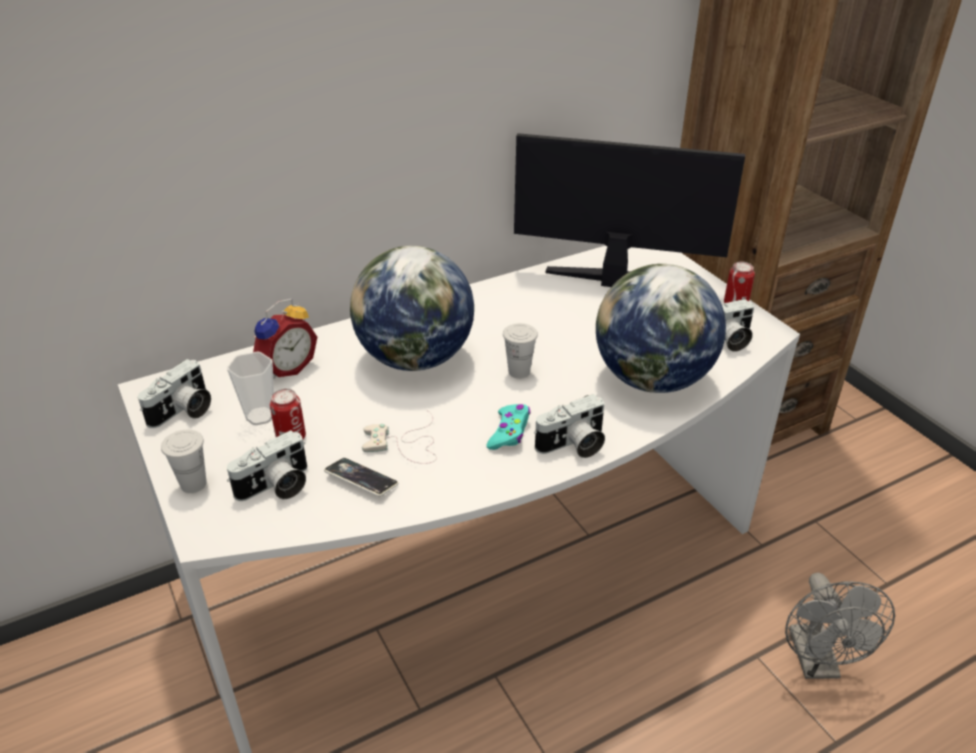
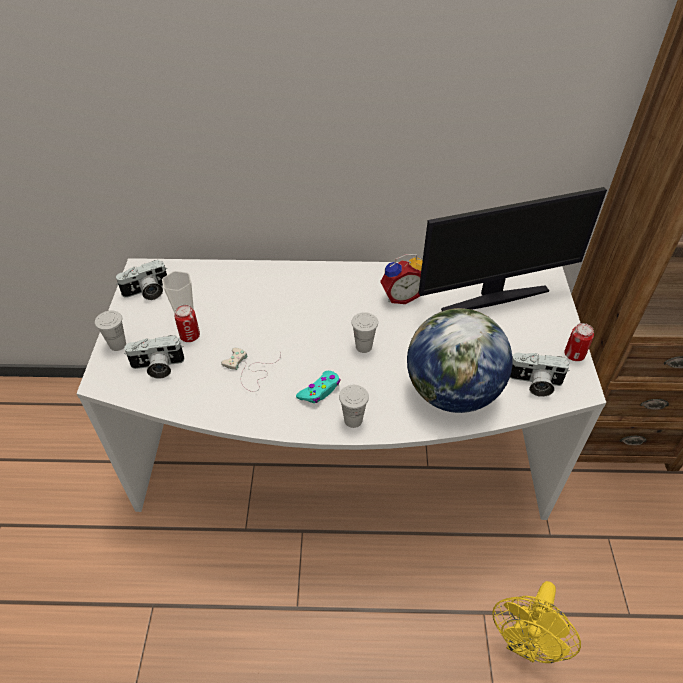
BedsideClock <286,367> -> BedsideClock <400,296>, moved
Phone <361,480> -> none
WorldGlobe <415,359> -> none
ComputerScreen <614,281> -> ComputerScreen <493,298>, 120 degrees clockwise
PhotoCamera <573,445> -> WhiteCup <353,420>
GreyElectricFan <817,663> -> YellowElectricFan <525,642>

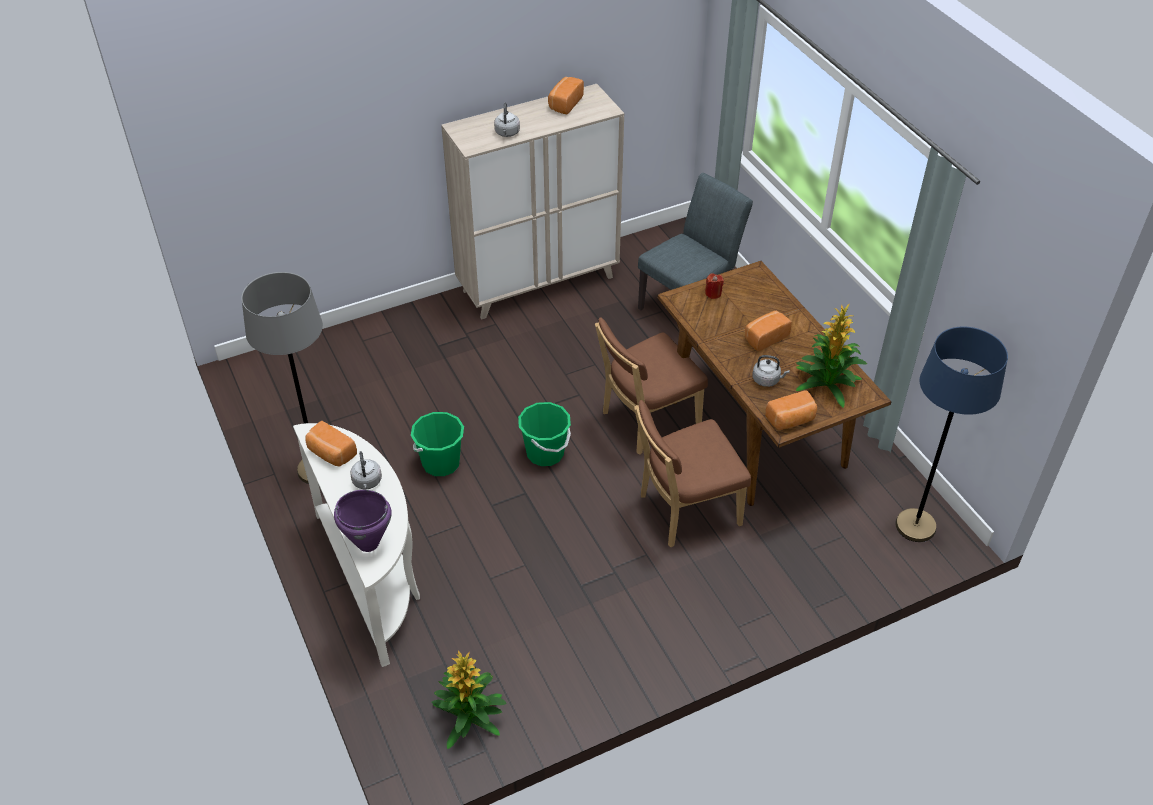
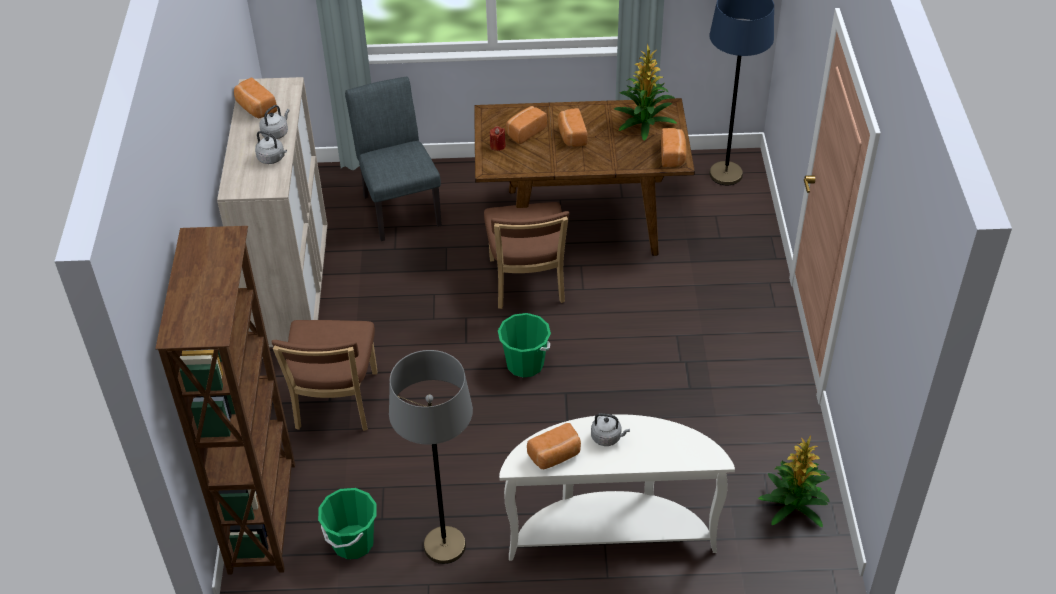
PurpleStockpot <368,543> -> none
GreenColouredWaterBucket <441,463> -> GreenColouredWaterBucket <352,542>, moved
BrownUprightChair <685,511> -> BrownUprightChair <335,404>, moved
GreyWaterKettle <767,380> -> GreyWaterKettle <276,133>, moved
none -> BrownShelvingUnit <264,516>
none -> BakeryBread <525,132>

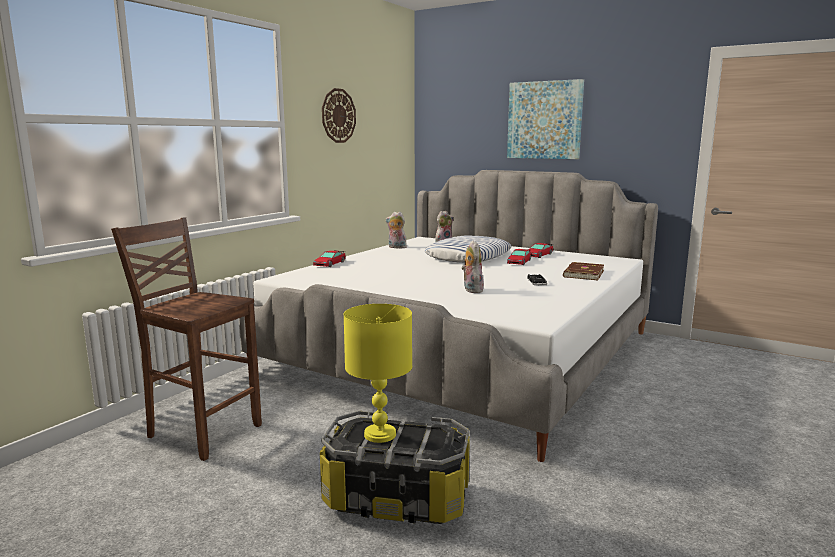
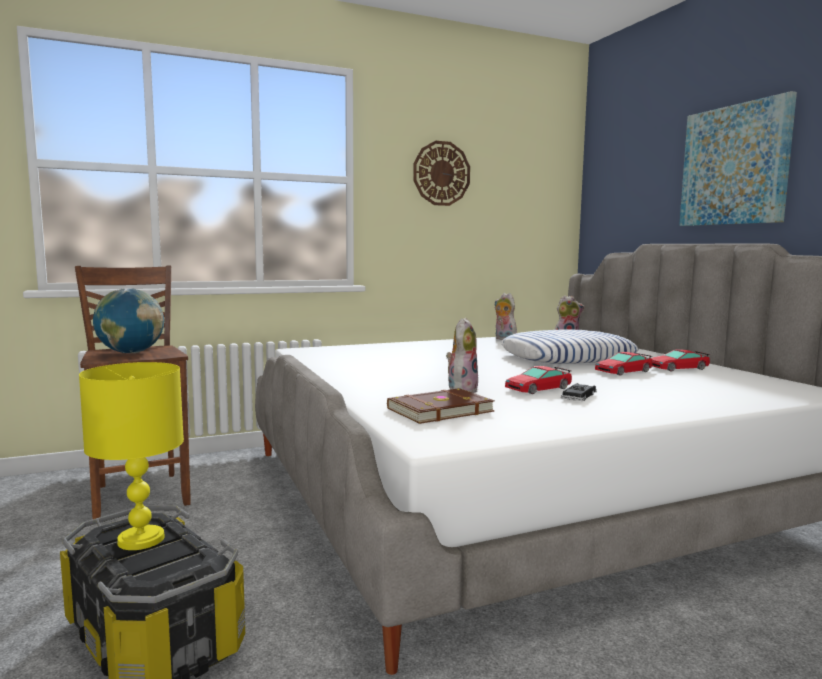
MiniatureCar <329,264> -> MiniatureCar <538,388>, moved
BrownBoundBook <582,274> -> BrownBoundBook <438,410>, moved
none -> WorldGlobe <131,353>

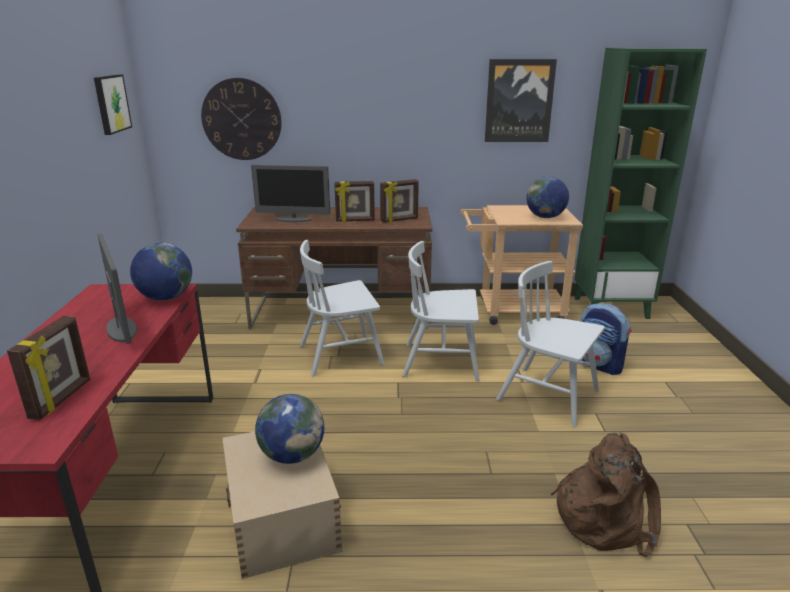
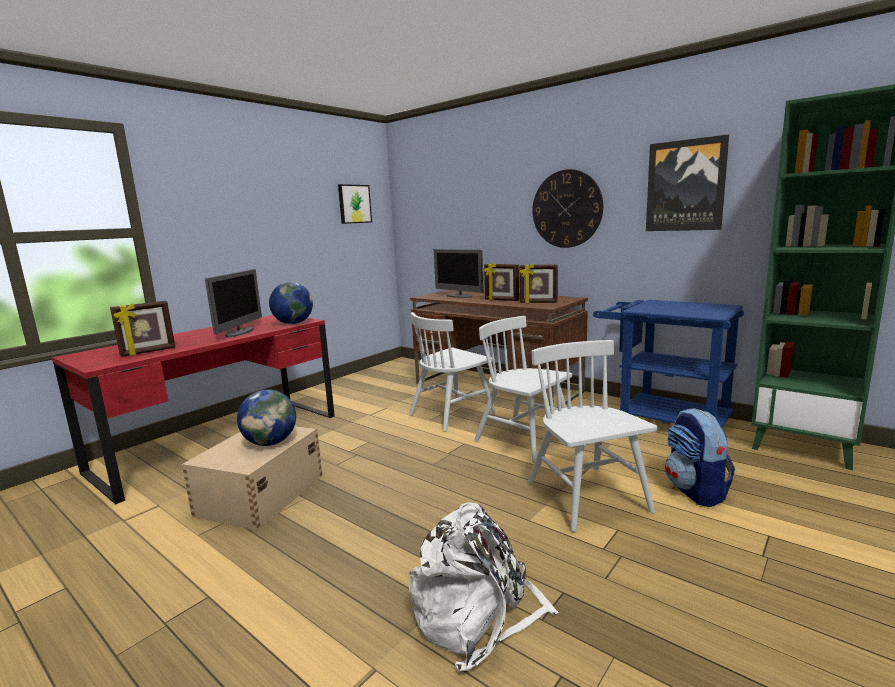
WallClock <241,119> -> WallClock <566,209>, moved
WhiteUprightChair <341,354> -> WhiteUprightChair <452,414>, 60 degrees counterclockwise
BeigeCart <512,311> -> BluishCart <662,420>
WorldGlobe <545,217> -> none
BrownRucksack <604,517> -> WhiteRucksack <477,616>

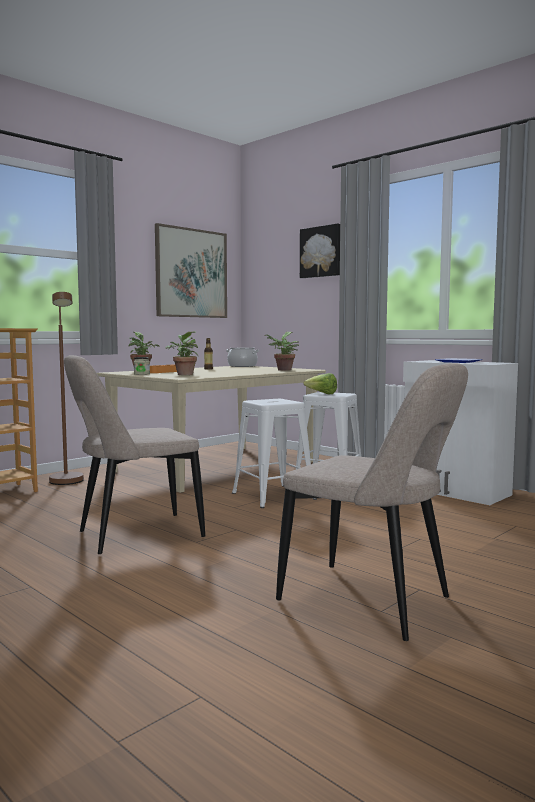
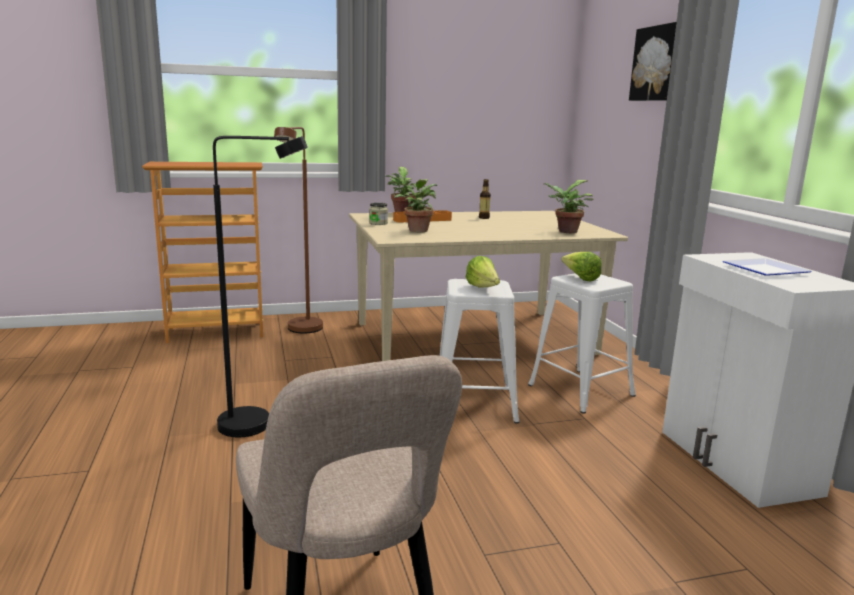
BeigeUprightChair <134,535> -> BlackFloorLamp <258,425>
WallArt <191,273> -> none
Stockpot <242,366> -> none
none -> Lettuce <483,289>

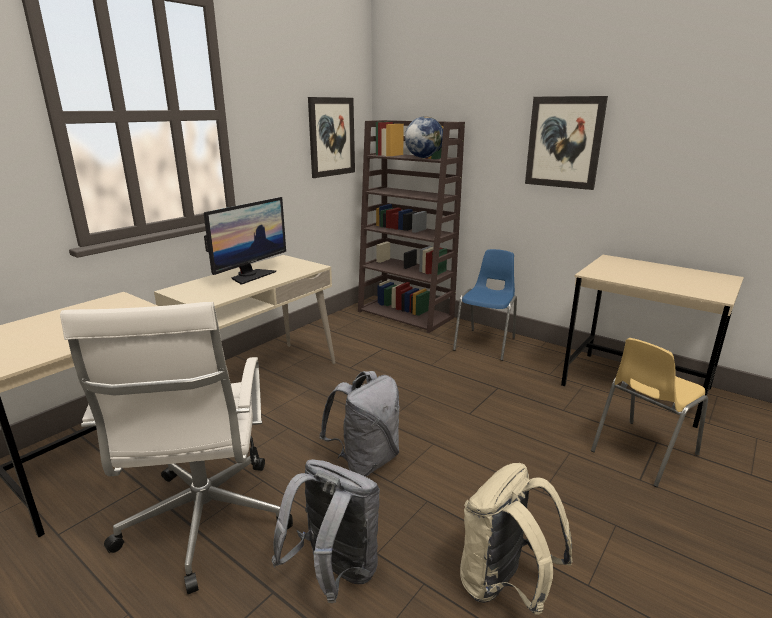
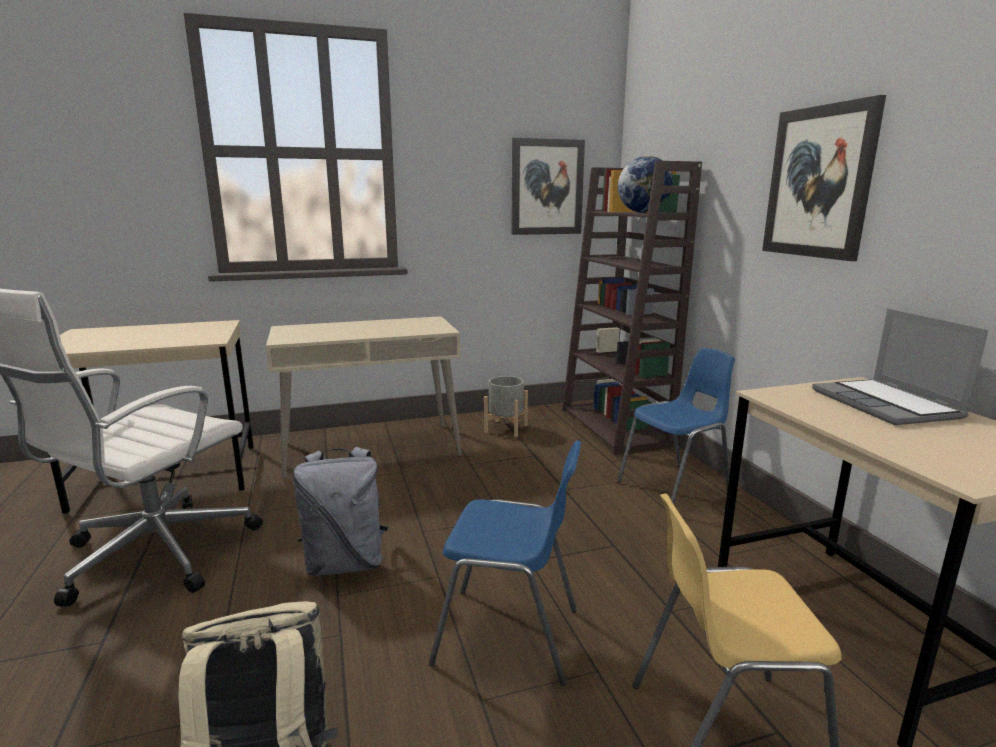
ComputerScreen <250,276> -> none
GreyRucksack <334,574> -> none
none -> BluishUprightChair <509,636>
none -> GreyFlowerPot <505,428>
none -> PortableComputer <887,404>

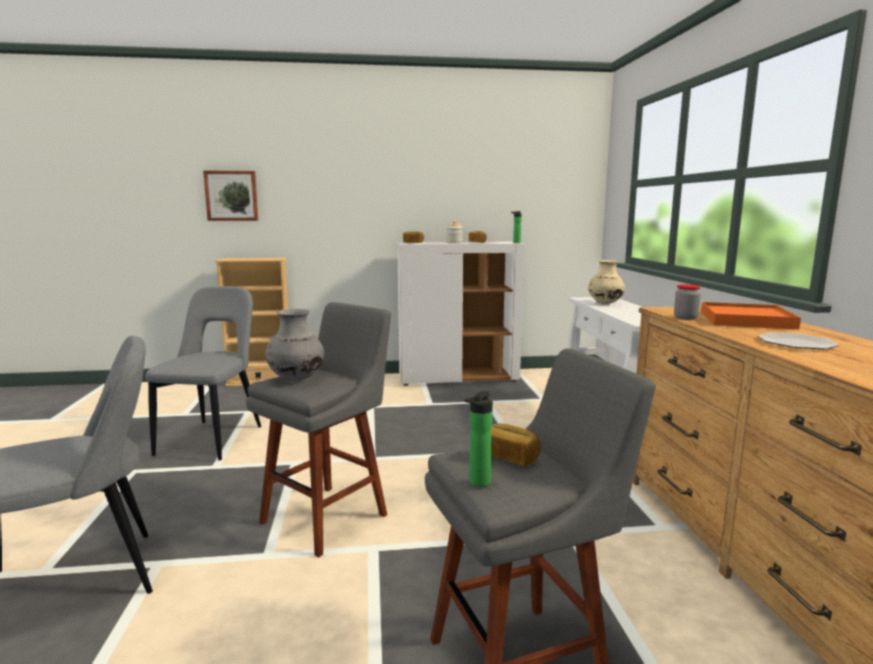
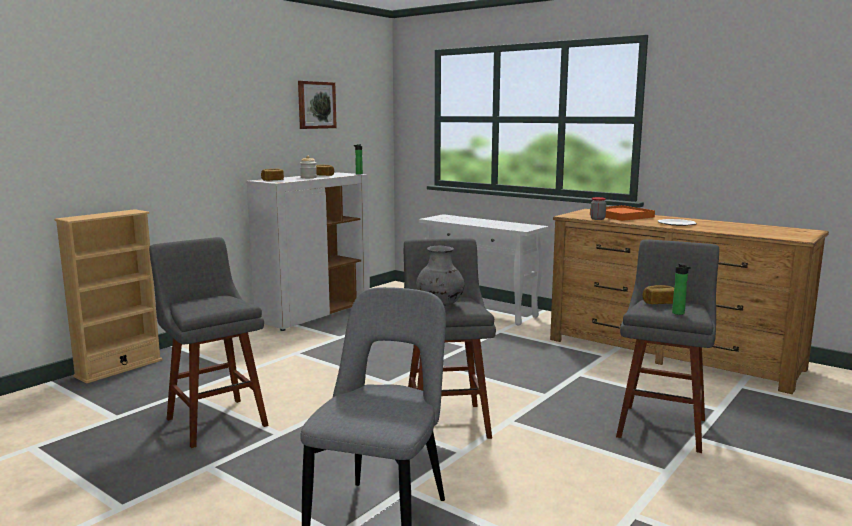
GreyUprightChair <214,438> -> GreyStoolSeat <215,420>
WallArt <232,196> -> WallArt <316,105>, moved
BeigeFlowerVase <605,303> -> none

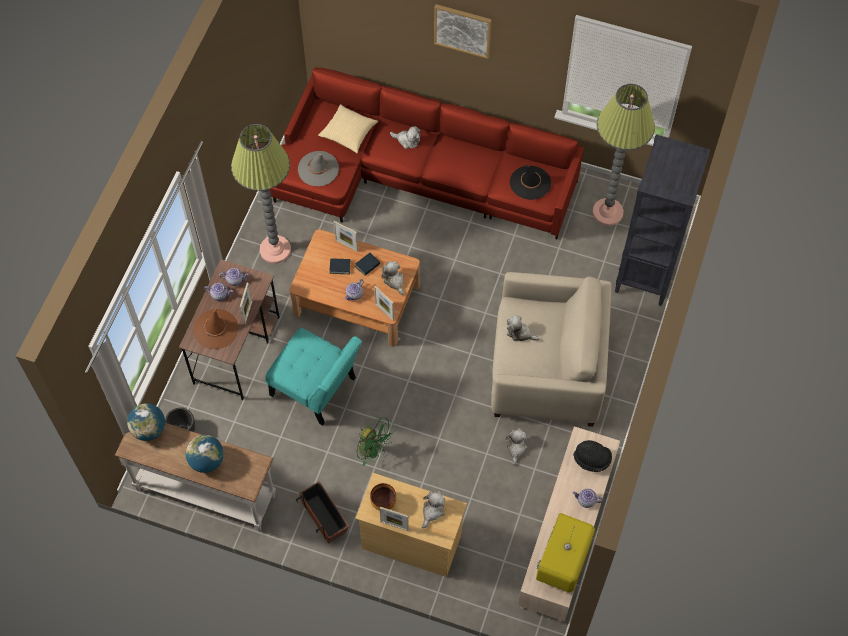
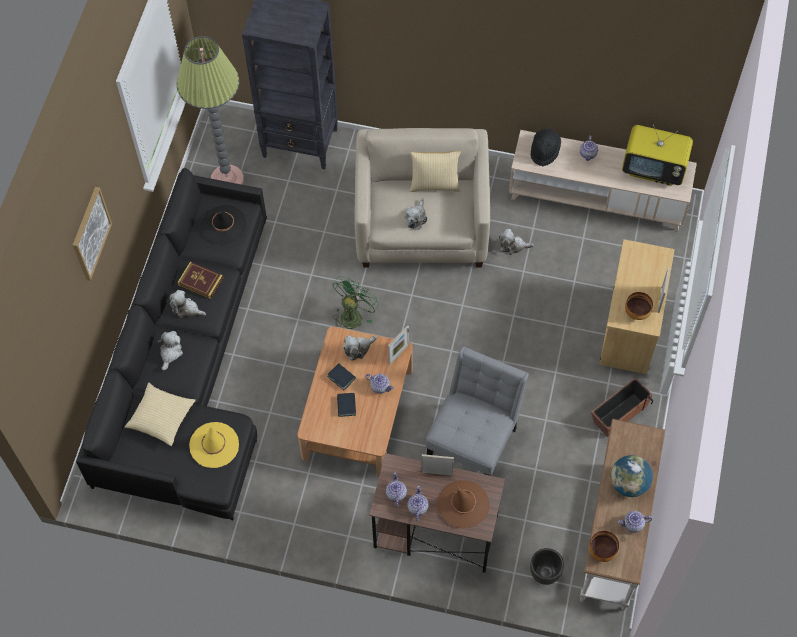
WorldGlobe <149,429> -> ServingBowl <602,551>
FloorLamp <275,250> -> none
BlueGreenUprightChair <317,389> -> GreyUprightChair <474,439>
RedColouredCouch <416,176> -> BlackCouch <189,369>
GreyClothingHat <318,169> -> YellowClothingHat <214,445>
PictureFrame <346,245> -> none
GreenColouredElectricFan <373,450> -> GreenColouredElectricFan <353,314>, moved
SoftToy <432,511> -> SoftToy <186,309>, moved
none -> BoundBook <200,281>
none -> Cushion <434,184>
none -> TeaPot <633,524>

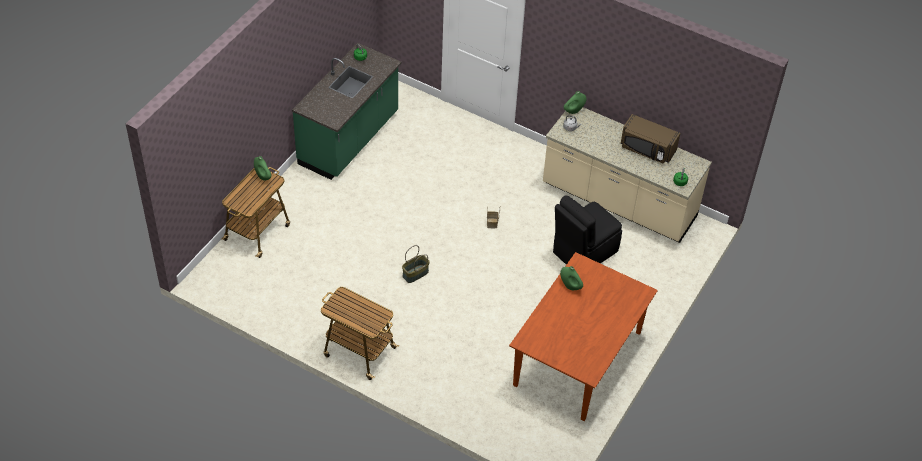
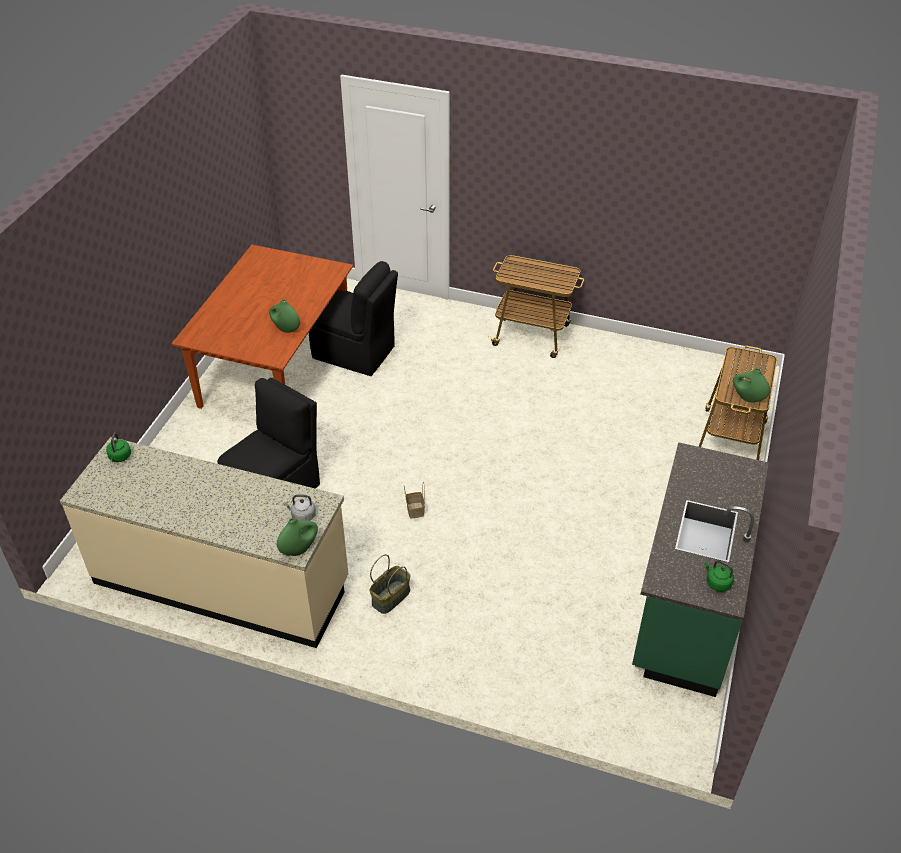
HouseholdBasket <415,274> -> HouseholdBasket <390,597>, moved
BrownMicrowave <647,149> -> none
none -> BlackUprightChair <355,353>

